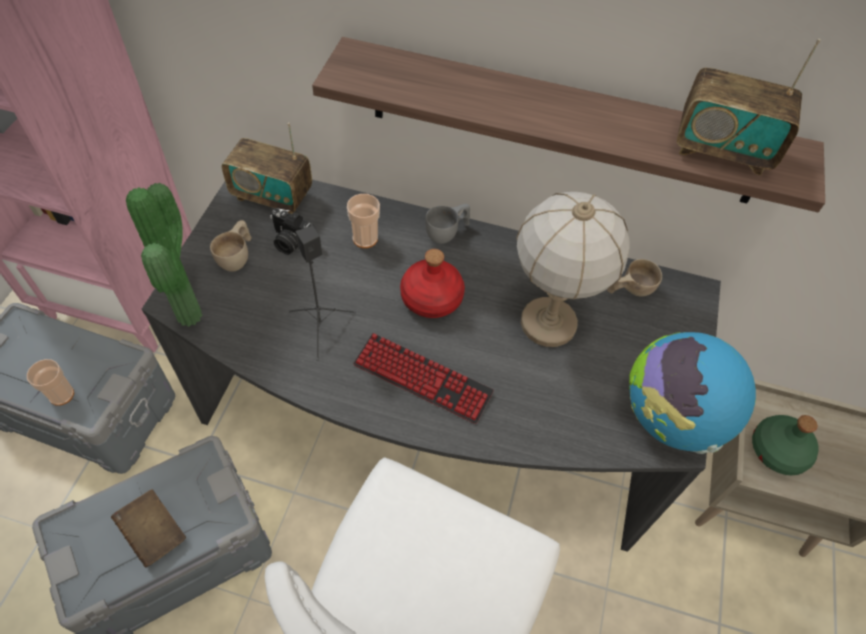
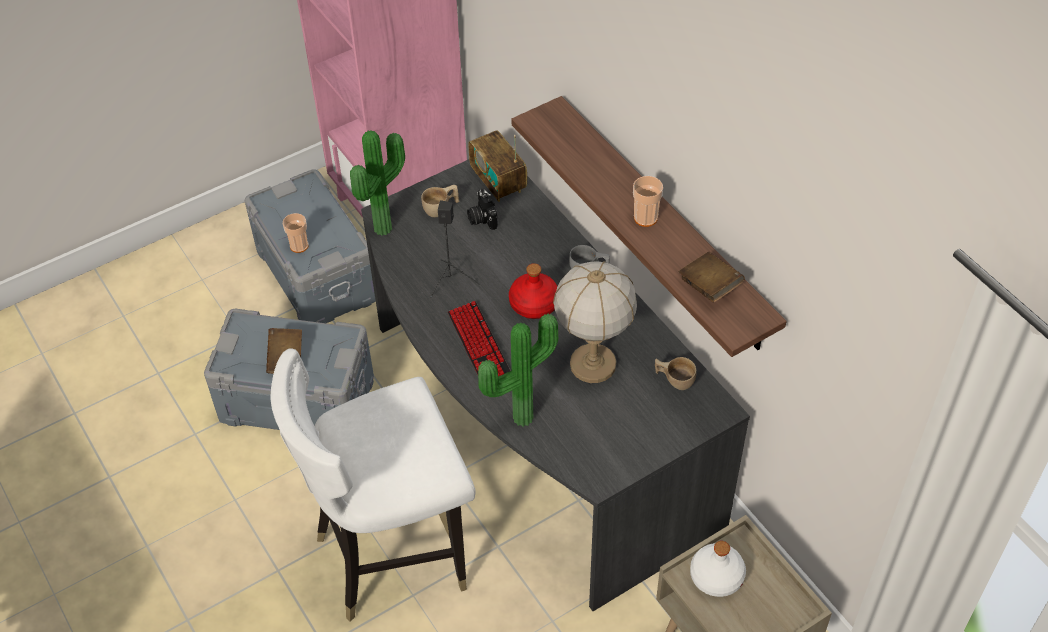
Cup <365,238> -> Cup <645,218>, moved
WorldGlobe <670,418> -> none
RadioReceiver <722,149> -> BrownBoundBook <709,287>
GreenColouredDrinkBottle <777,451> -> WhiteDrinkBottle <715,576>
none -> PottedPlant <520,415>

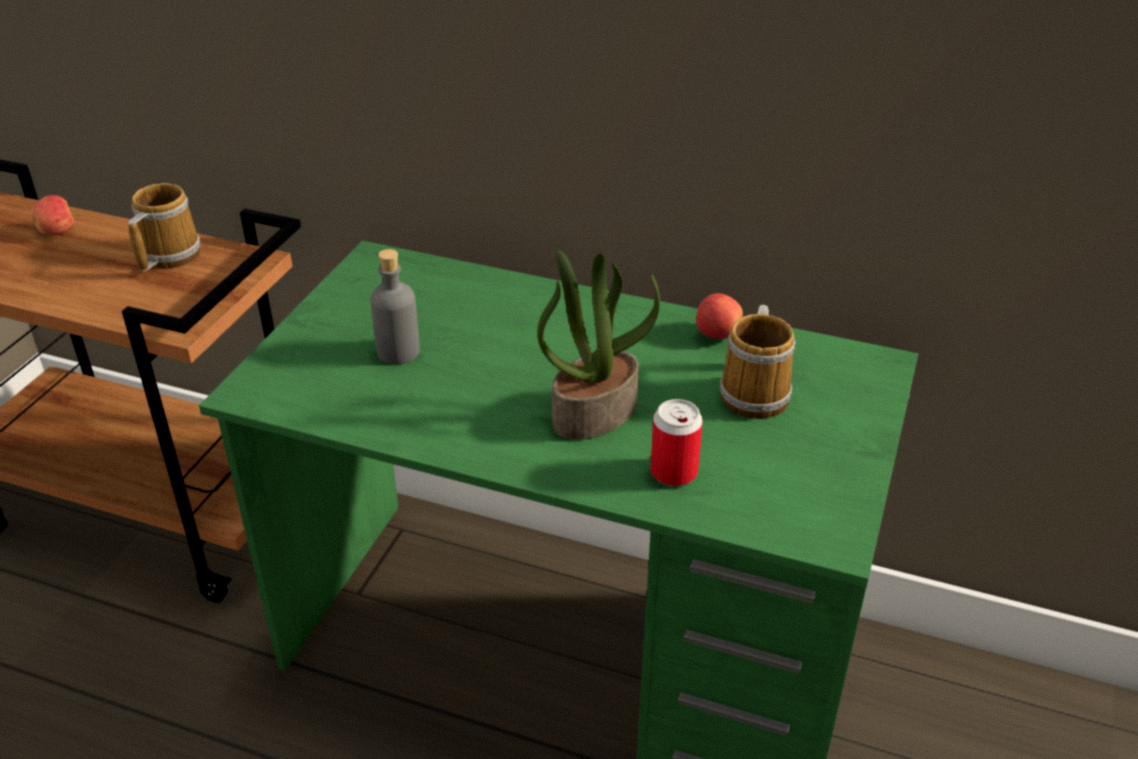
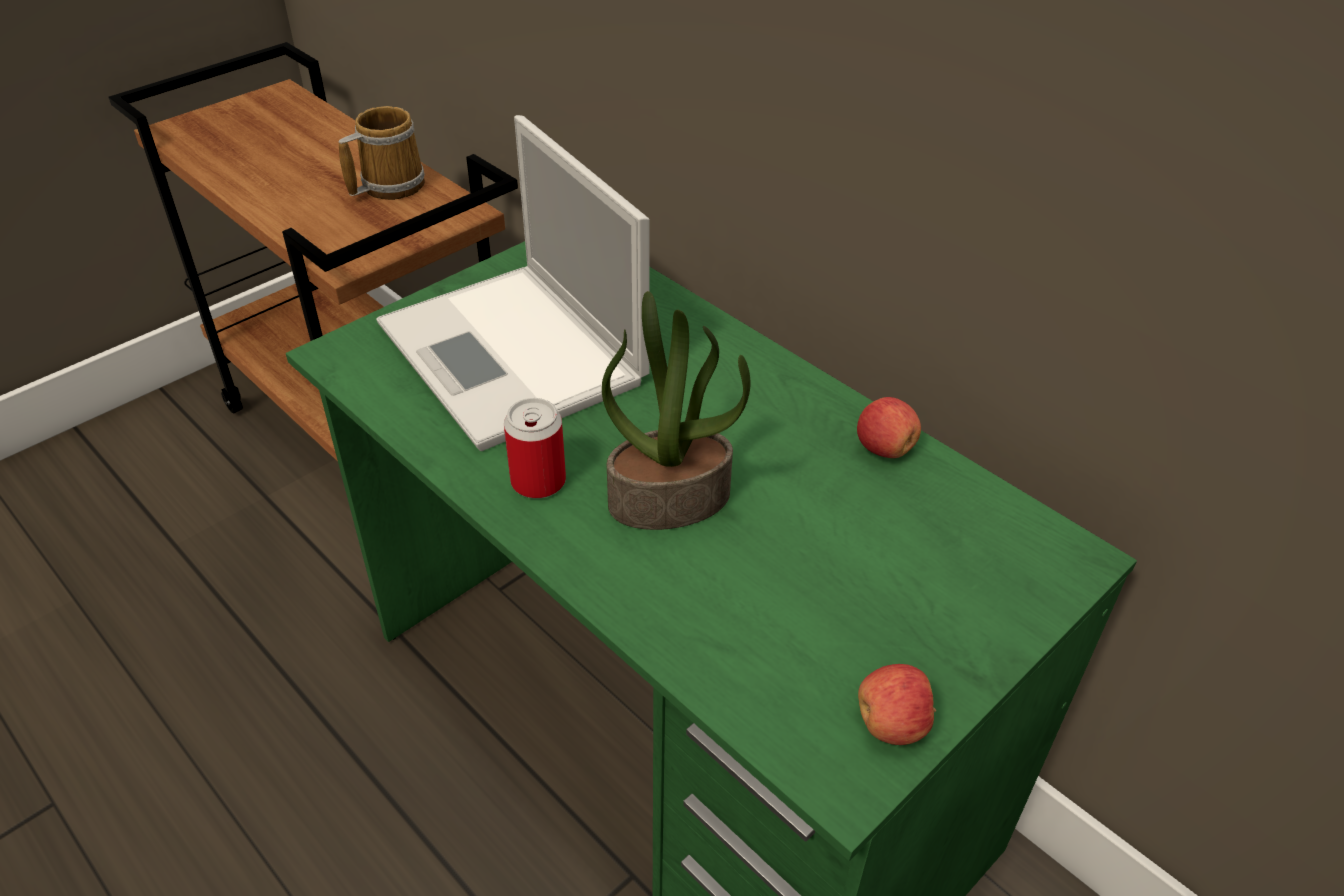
AppleFruit <58,232> -> AppleFruit <892,724>, moved
GreyDrinkBottle <398,352> -> PortableComputer <514,356>
MetalCan <673,472> -> MetalCan <538,481>, moved
TeaMug <757,393> -> none

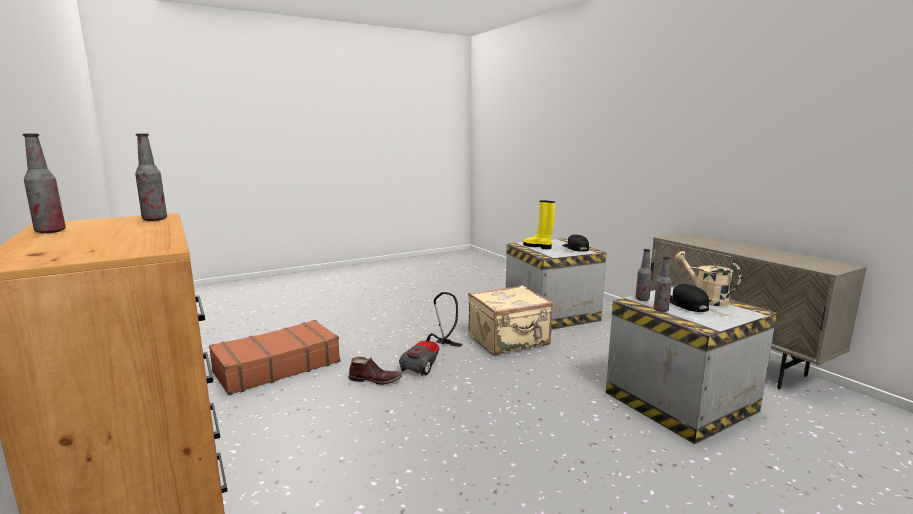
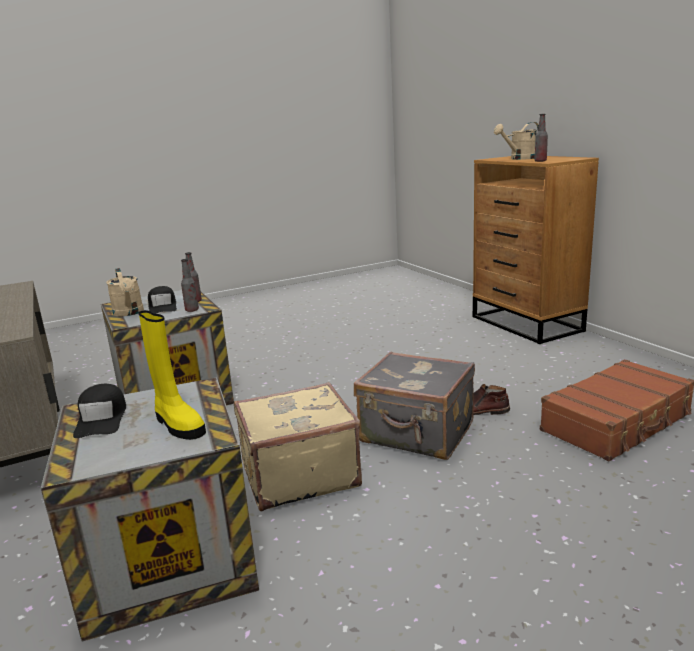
DrinkBottle <50,231> -> none
VacuumCleaner <431,362> -> GreyTravelCase <417,434>
none -> BeigeWateringCan <519,159>

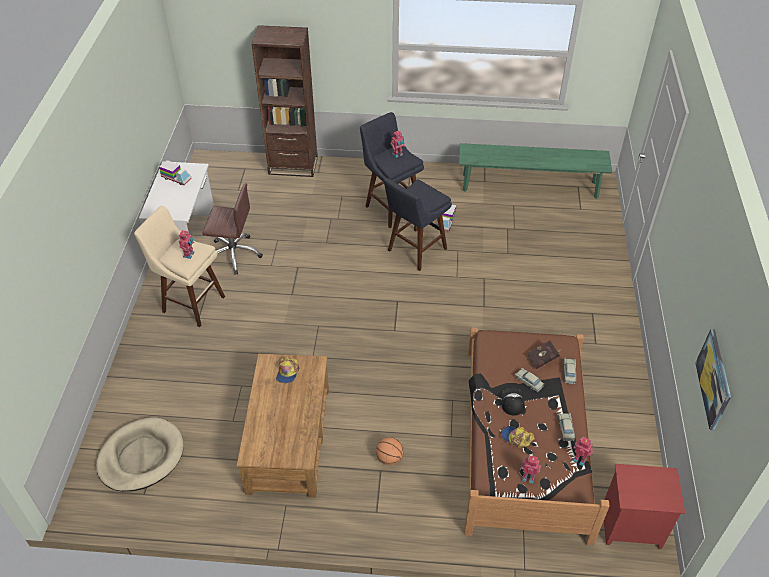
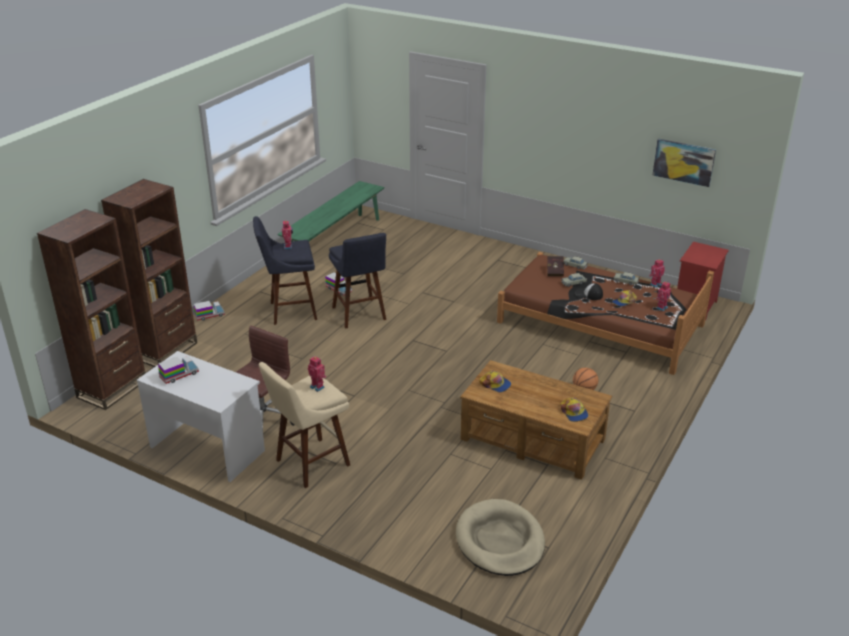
none -> BrownShelvingUnit <112,389>
none -> ToyLorry <209,315>
none -> Cap <574,412>

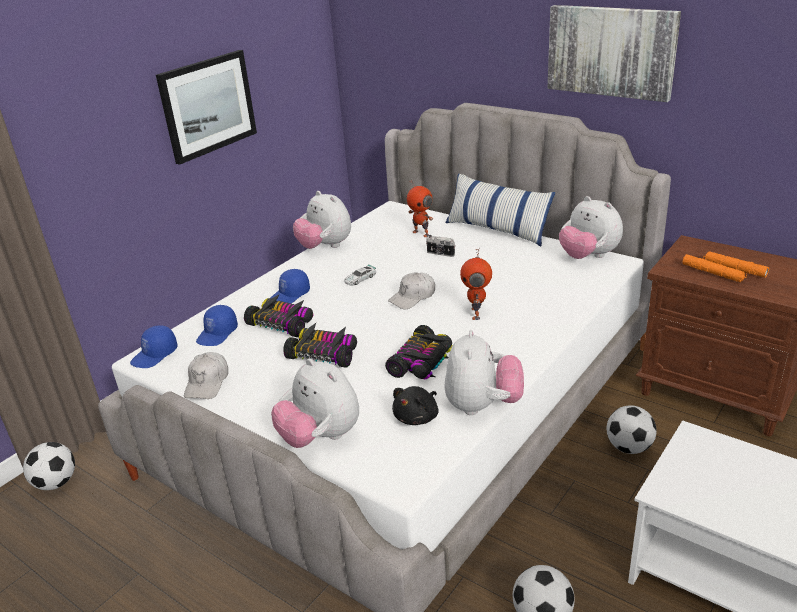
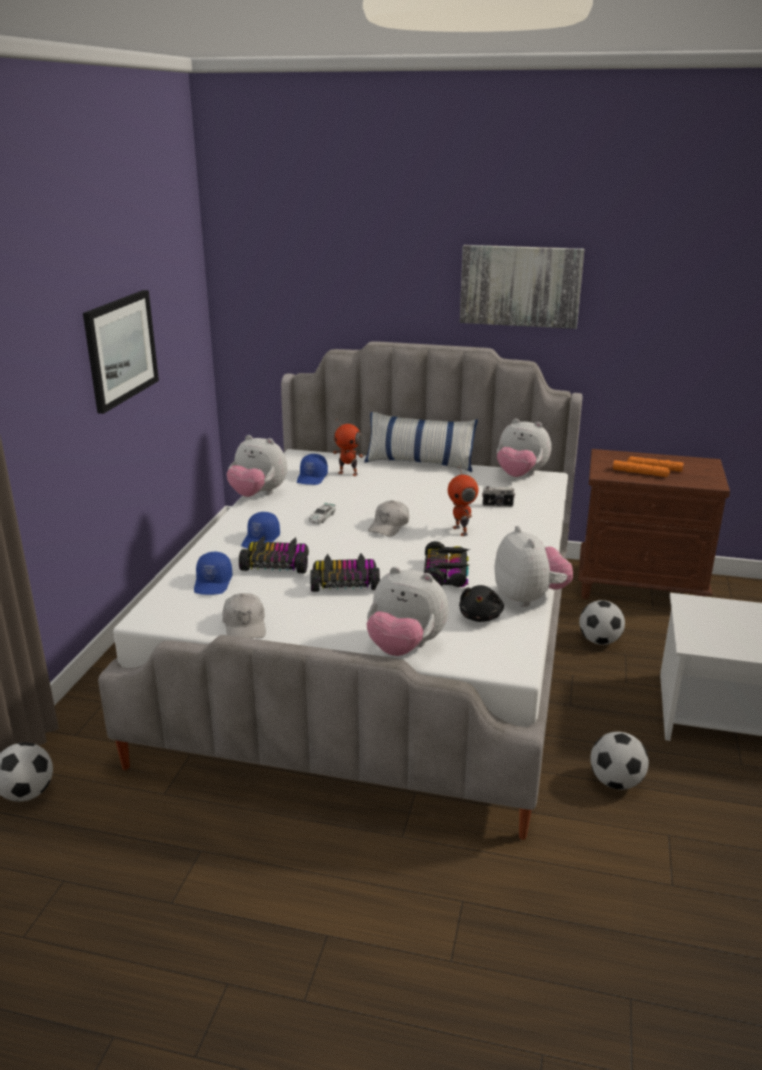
BluishCap <155,355> -> BluishCap <312,478>, moved
PhotoCamera <440,254> -> PhotoCamera <497,505>, moved

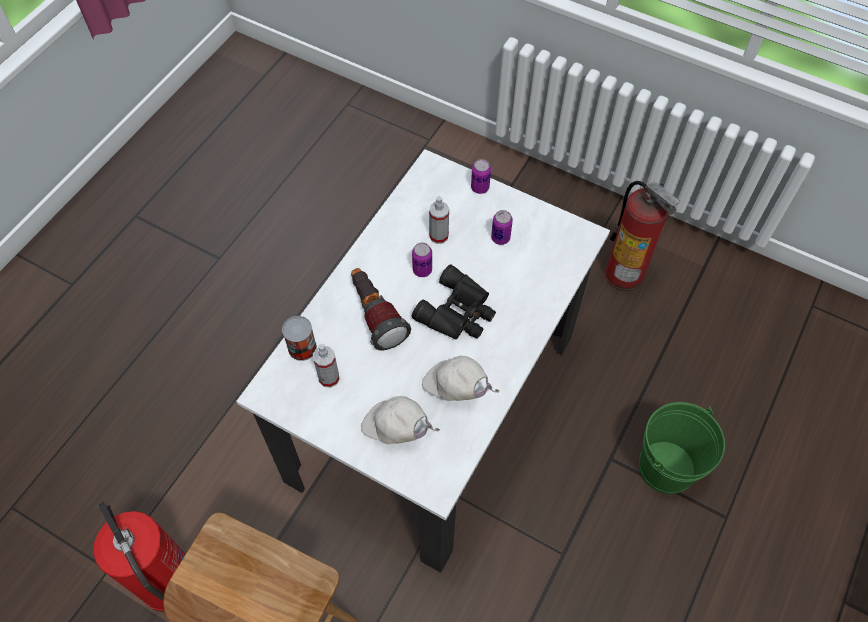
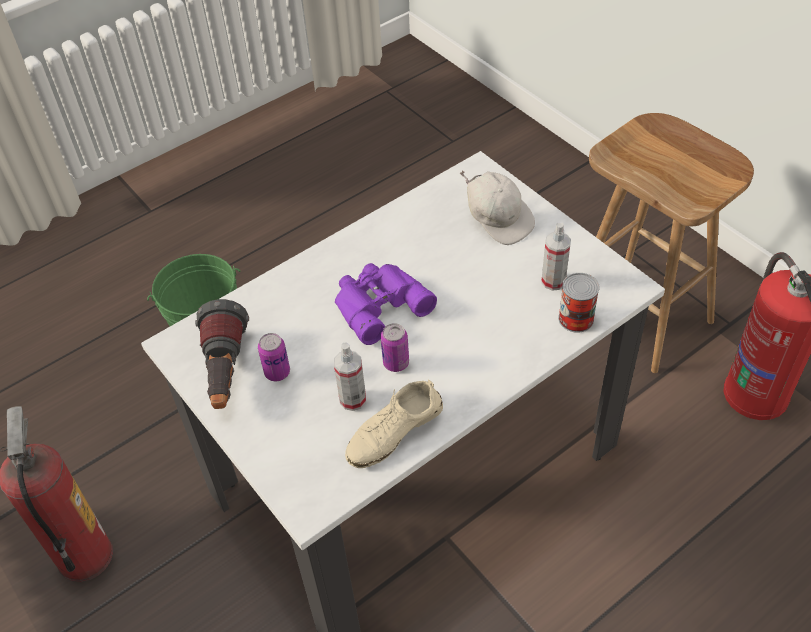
Torch <375,316> -> Torch <225,373>, moved
BlackBinoculars <458,312> -> PurpleBinoculars <378,304>
WhiteCap <456,388> -> none
MetalCan <480,187> -> none
none -> BeigeItemOfFootwear <394,431>

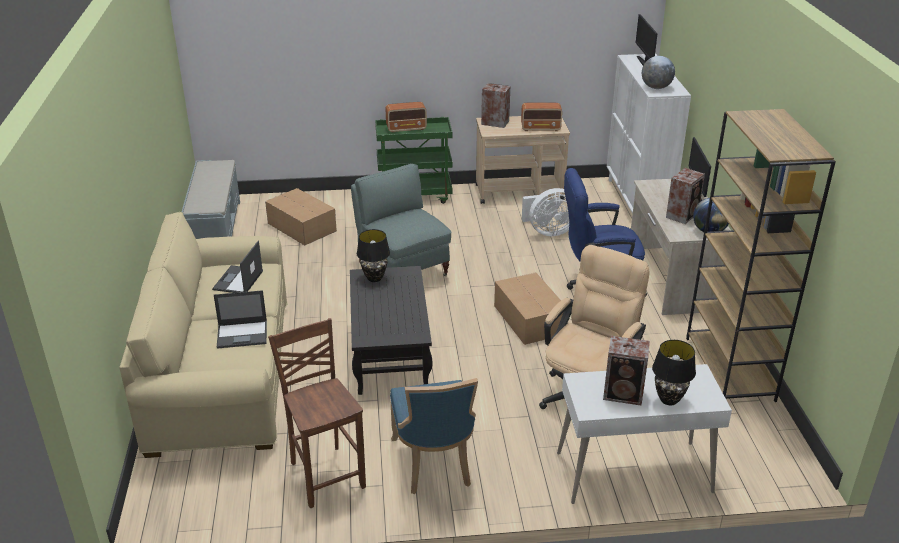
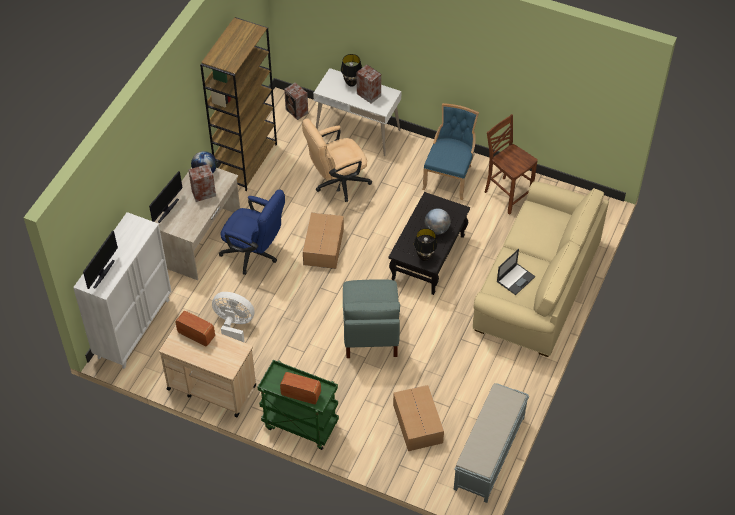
PortableComputer <243,334> -> none
BrownUprightChair <326,474> -> BrownUprightChair <506,194>, 135 degrees clockwise
Speaker <494,122> -> Speaker <297,112>, moved
WorldGlobe <656,88> -> WorldGlobe <437,229>, moved

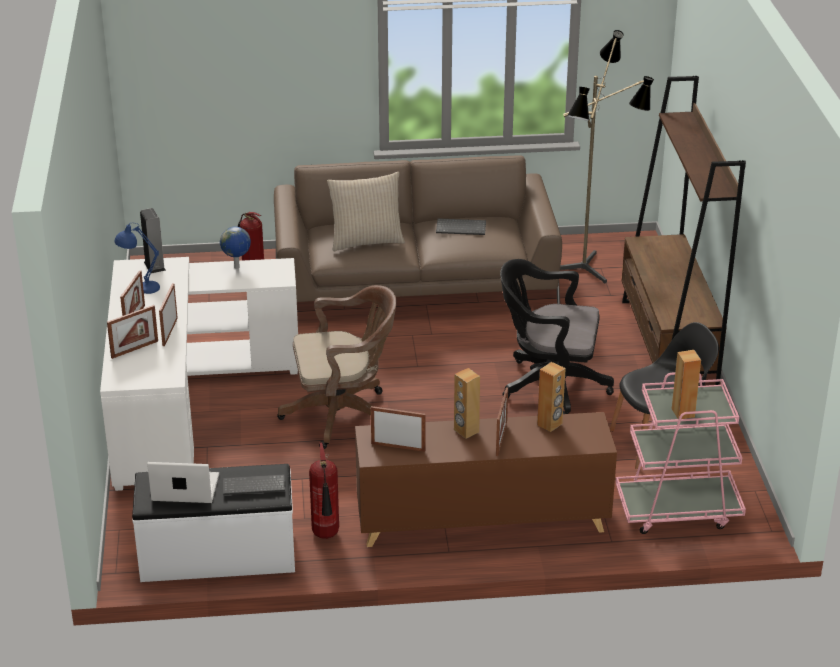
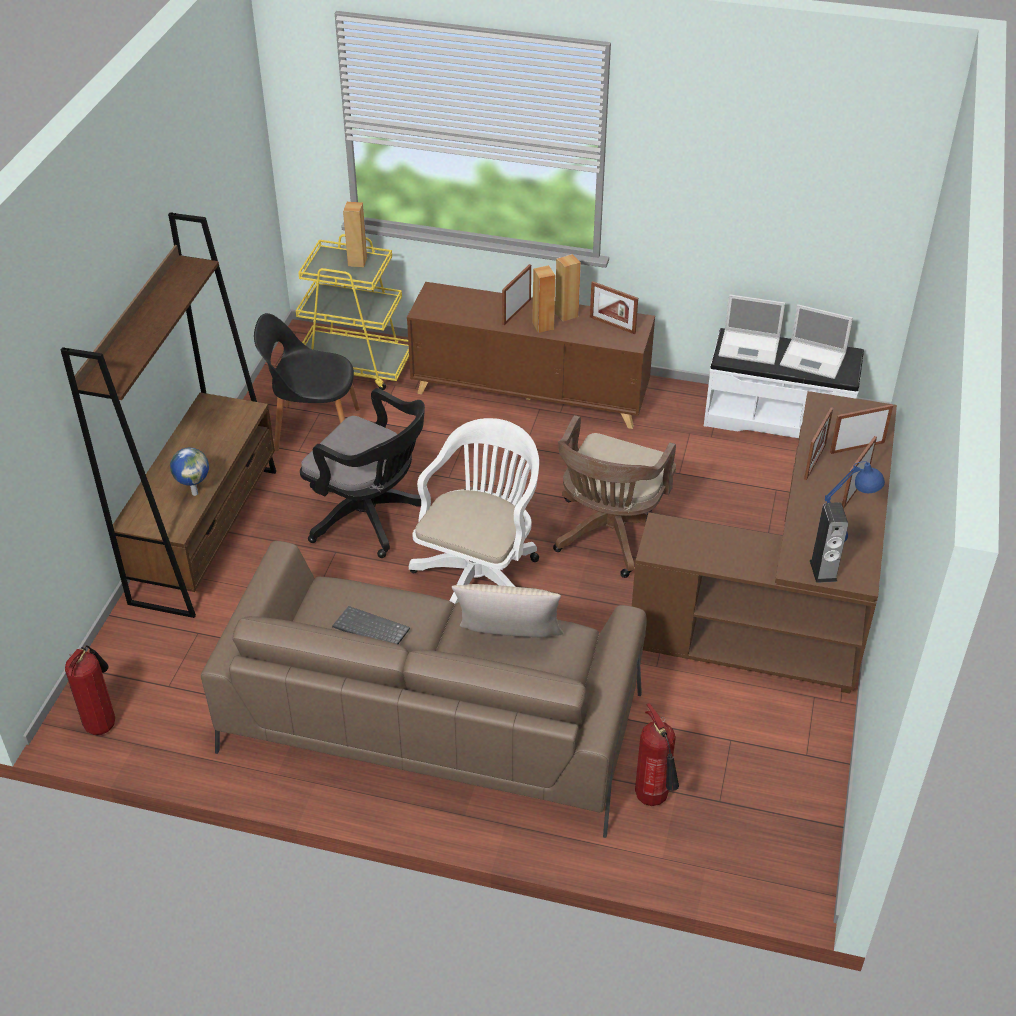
WhiteDeskTable <182,402> -> BrownDeskTable <787,600>
WorldGlobe <237,267> -> WorldGlobe <194,493>, moved
PcKeyboard <253,487> -> PortableComputer <750,347>
BrownOfficeChair <343,414> -> BrownOfficeChair <610,537>, 75 degrees counterclockwise
FireExtinguisher <326,536> -> FireExtinguisher <101,723>, moved
BrownSpeaker <550,424> -> BrownSpeaker <566,314>, moved
FloorLamp <590,270> -> none
PinkColouredCart <677,509> -> YellowCart <355,365>
none -> WhiteOfficeChair <480,575>

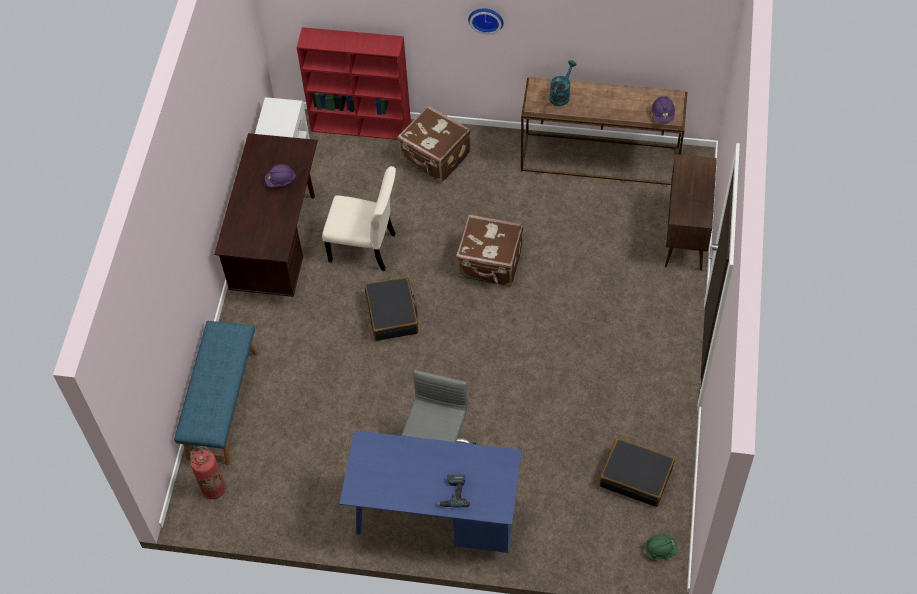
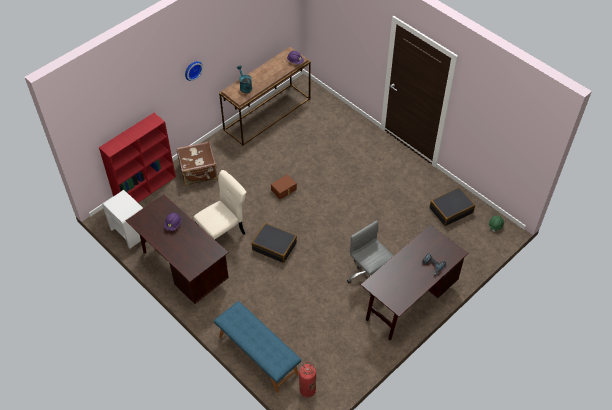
BluishDeskTable <435,519> -> BrownDeskTable <409,301>
BrownTravelCase <490,264> -> BrownStorageBin <284,190>
BrownStorageCabinet <685,236> -> none

